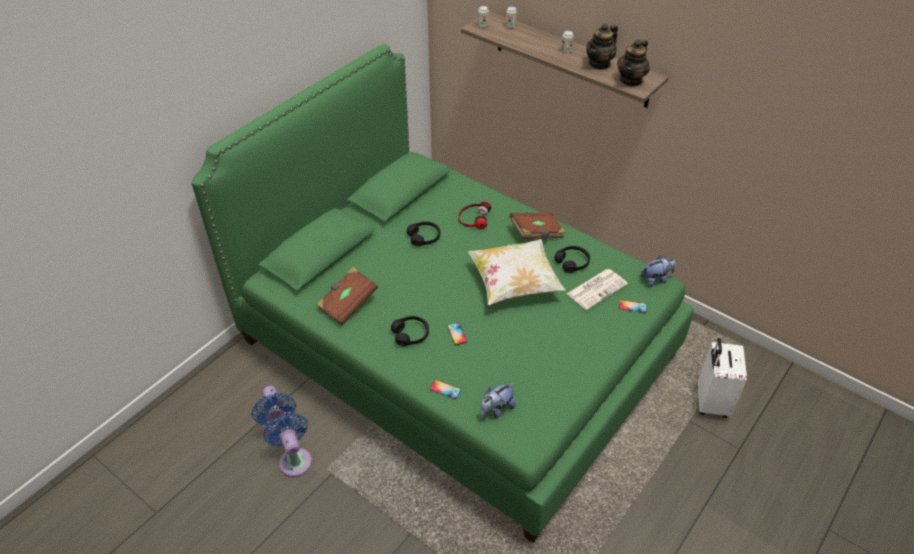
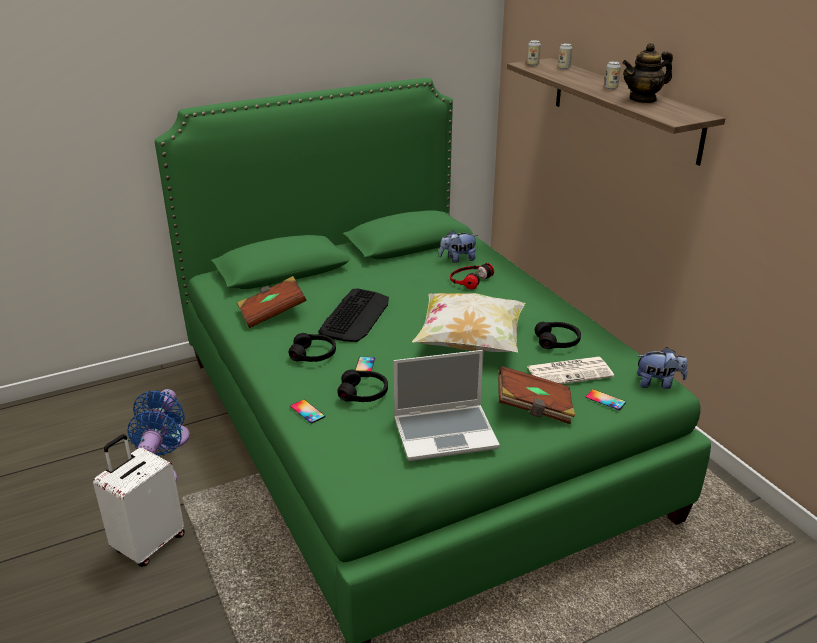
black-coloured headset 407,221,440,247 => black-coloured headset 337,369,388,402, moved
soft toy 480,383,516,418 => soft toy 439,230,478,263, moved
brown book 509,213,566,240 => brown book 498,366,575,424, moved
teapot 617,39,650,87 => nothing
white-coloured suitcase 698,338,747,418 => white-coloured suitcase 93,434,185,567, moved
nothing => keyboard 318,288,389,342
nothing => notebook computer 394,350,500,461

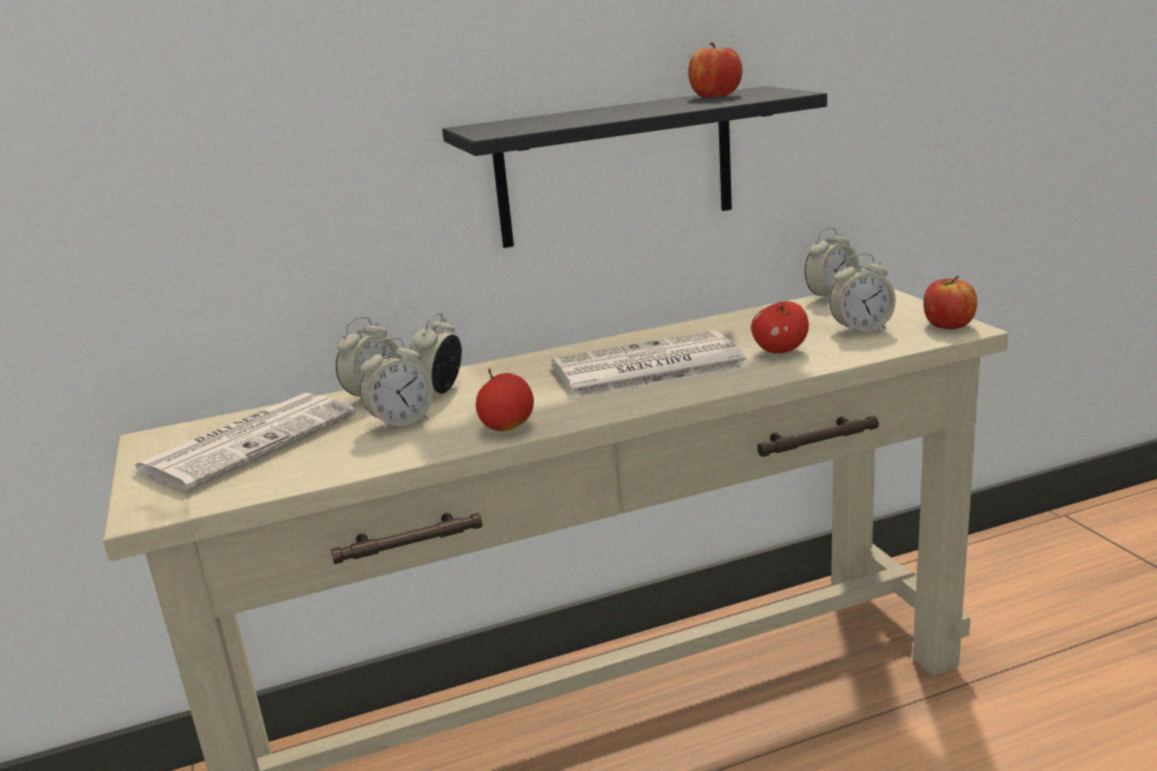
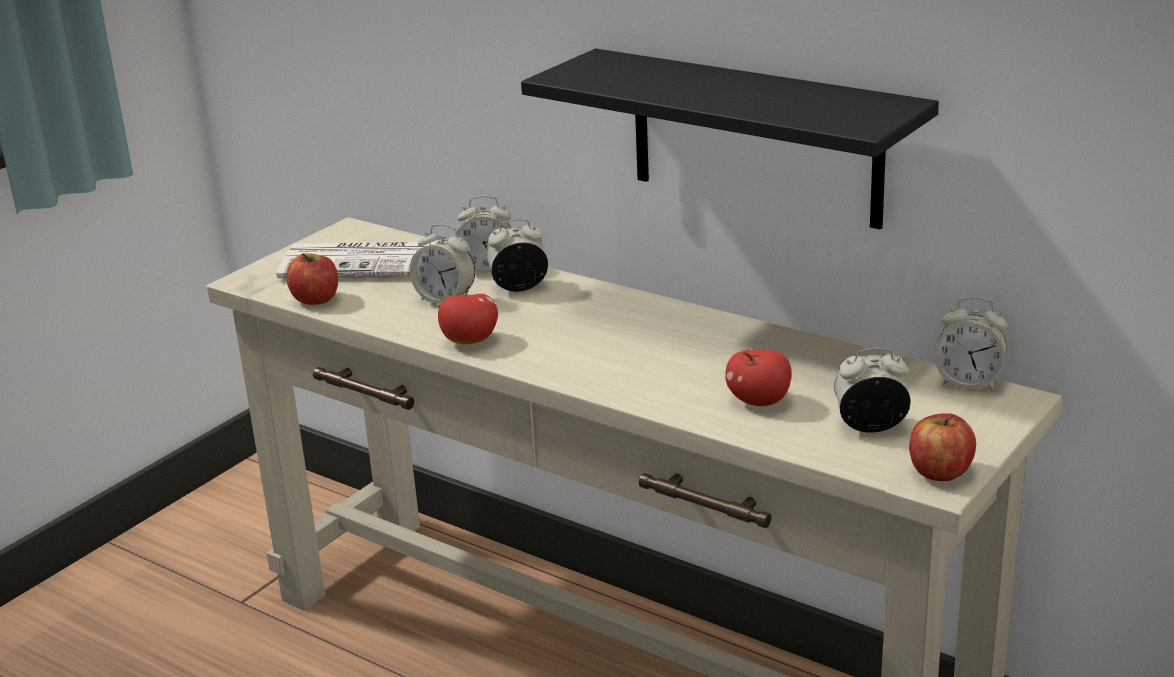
daily paper 552,330,749,398 => nothing
apple fruit 688,42,742,97 => apple fruit 286,253,338,305, moved
table clock 829,253,896,336 => table clock 834,347,911,433, 135 degrees clockwise

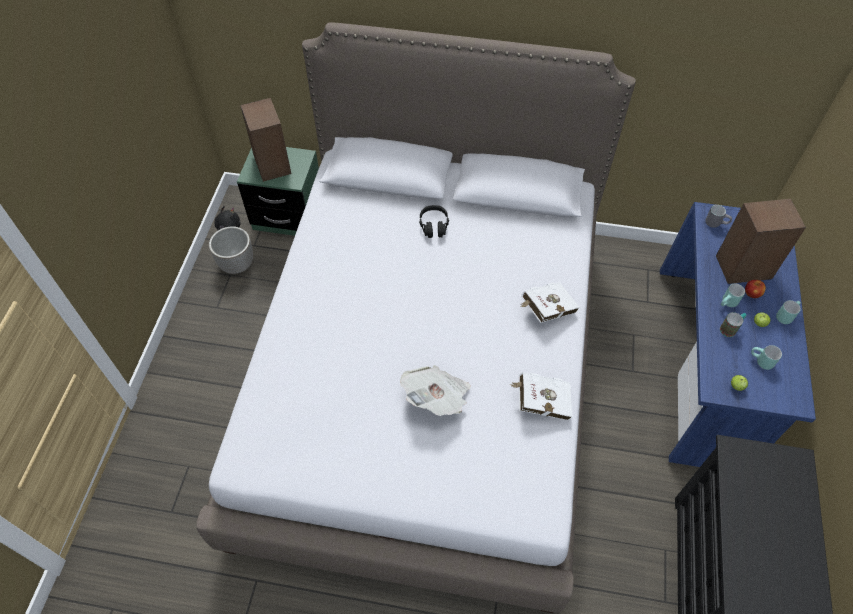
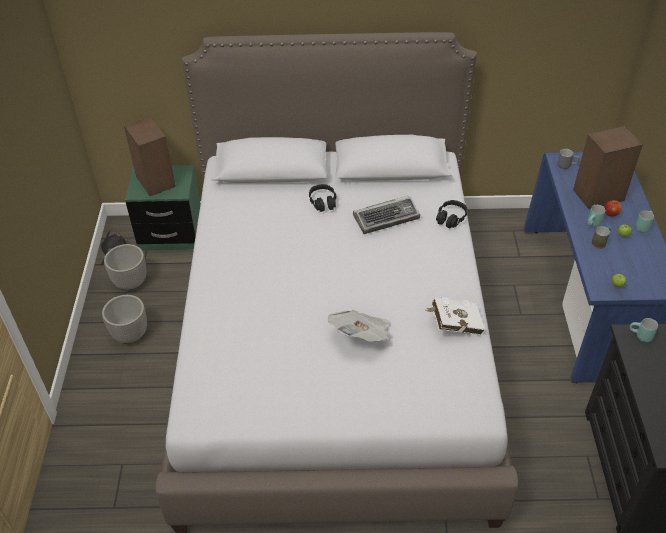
white-coloured book 520,282,580,323 => nothing
turquoise-coloured mug 751,345,782,370 => turquoise-coloured mug 630,318,658,342, moved
nothing => planter 102,295,147,343
nothing => keyboard 353,196,420,234
nothing => black-coloured headset 436,200,467,229

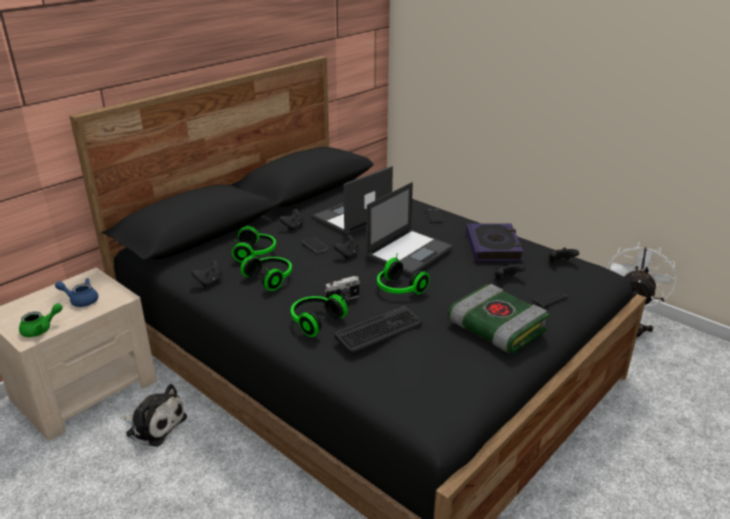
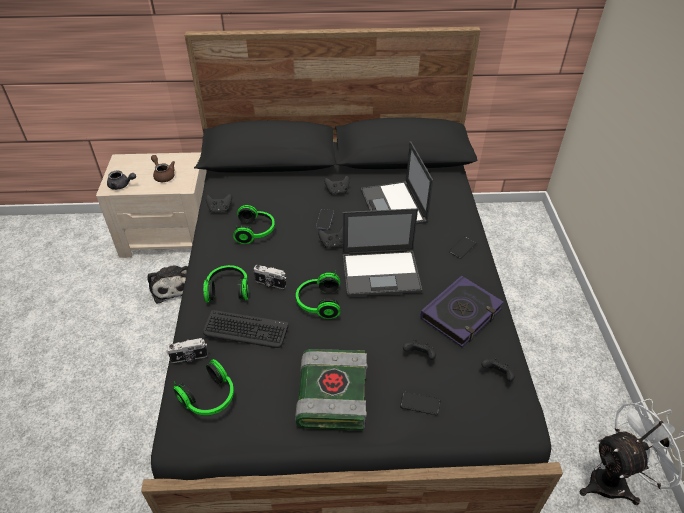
greenish teapot 19,303,63,337 => gray teapot 107,171,136,190
bluish teapot 55,278,98,307 => brown teapot 151,155,175,182
headset 232,226,276,263 => headset 173,359,234,416, moved
notebook computer 312,166,393,234 => notebook computer 361,141,433,224, 105 degrees counterclockwise
nothing => photo camera 167,338,208,363

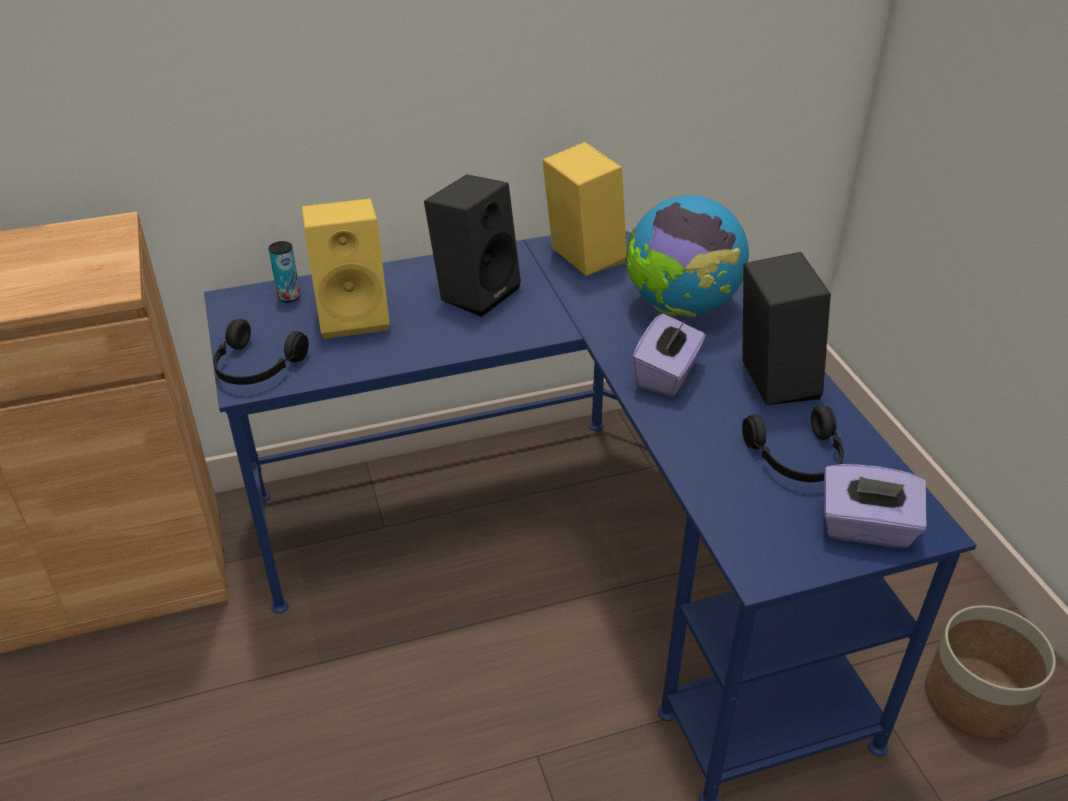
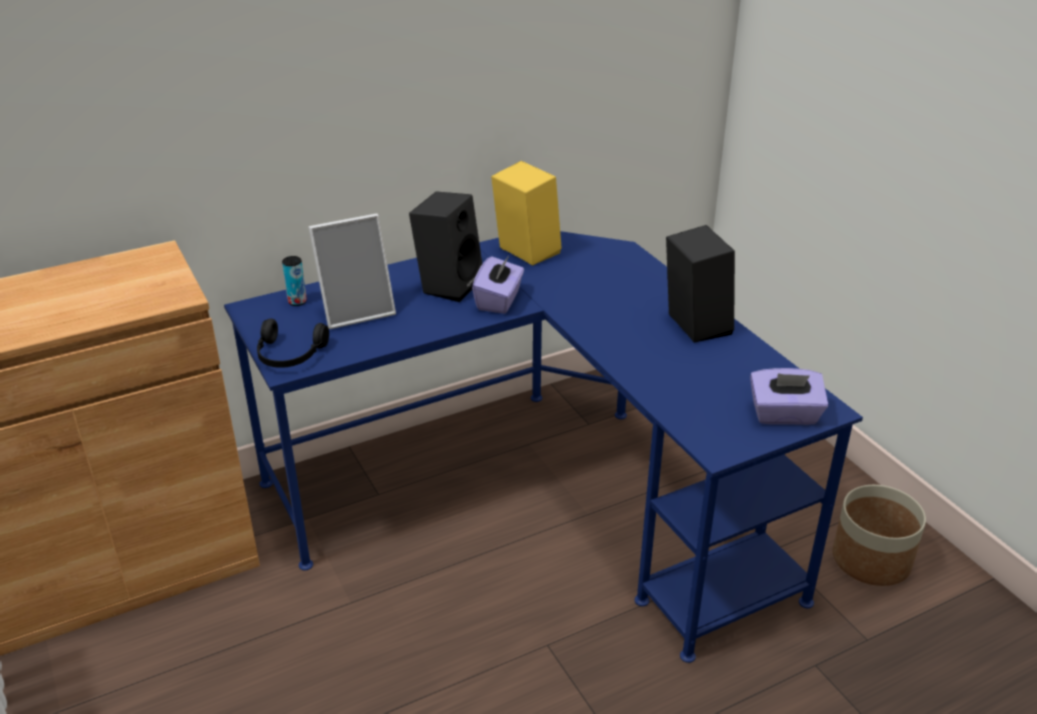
yellow-coloured audio speaker 301,198,390,339 => photo frame 308,214,396,329
desk globe 626,195,750,317 => nothing
purplish tissue box 632,313,705,397 => purplish tissue box 472,256,524,314, moved
black-coloured headset 742,405,844,482 => nothing

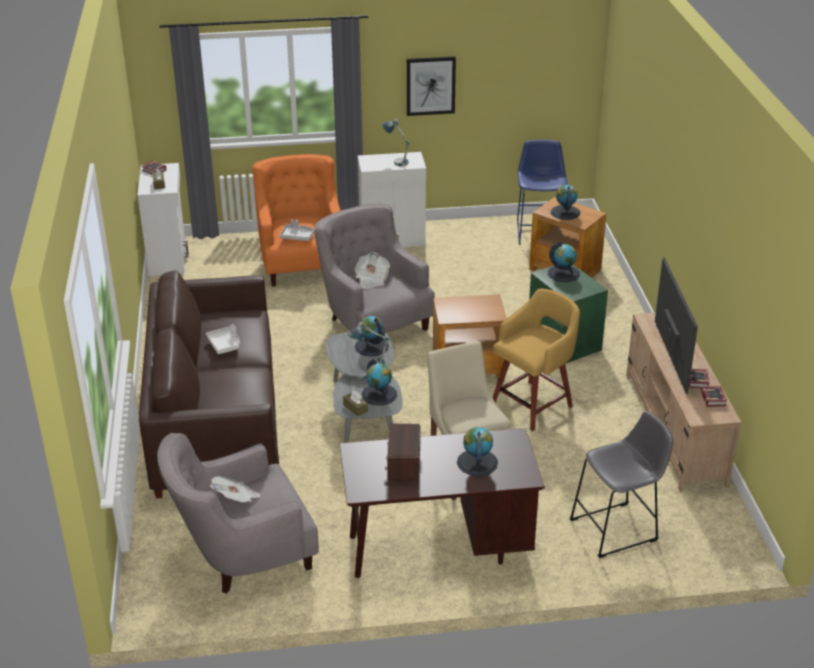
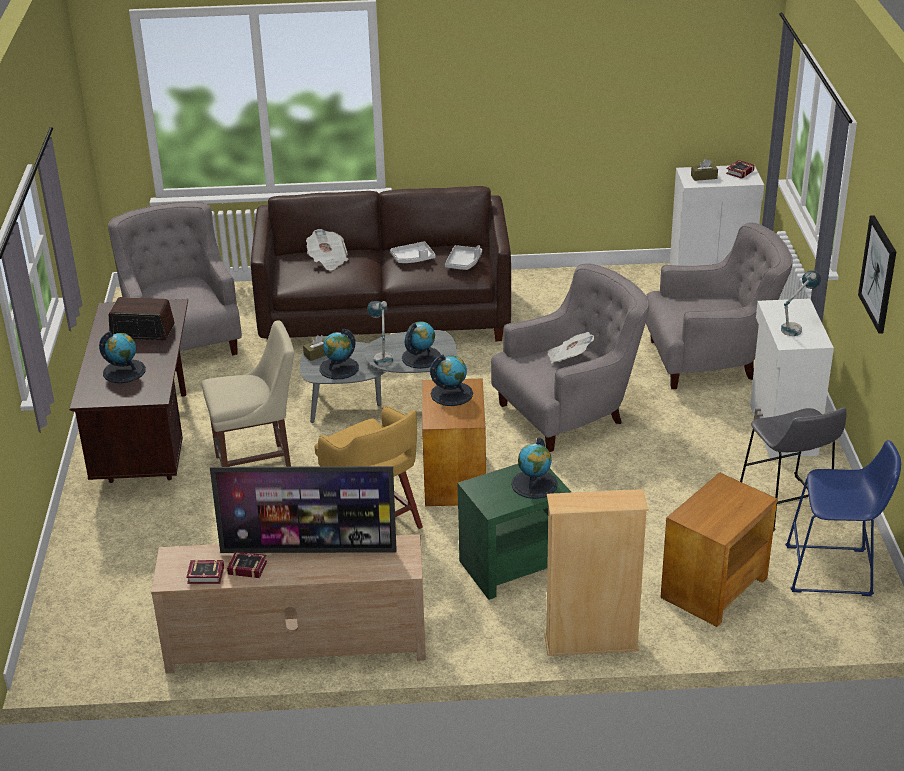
daily paper 210,476,261,503 => daily paper 306,229,348,271, moved
orange-coloured armchair 252,154,341,286 => gray armchair 646,222,792,389
gray serving tray 280,219,314,241 => gray serving tray 445,245,482,270, moved
desk globe 551,185,580,220 => desk globe 430,354,473,406, moved
gray stool 569,411,673,558 => gray stool 740,407,847,531, moved
nothing => beige-coloured bookcase 544,489,648,656

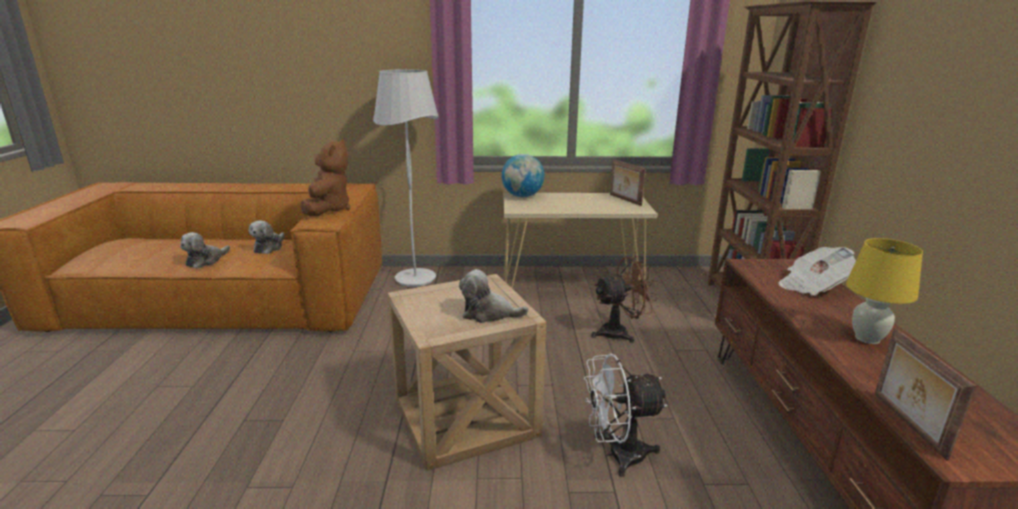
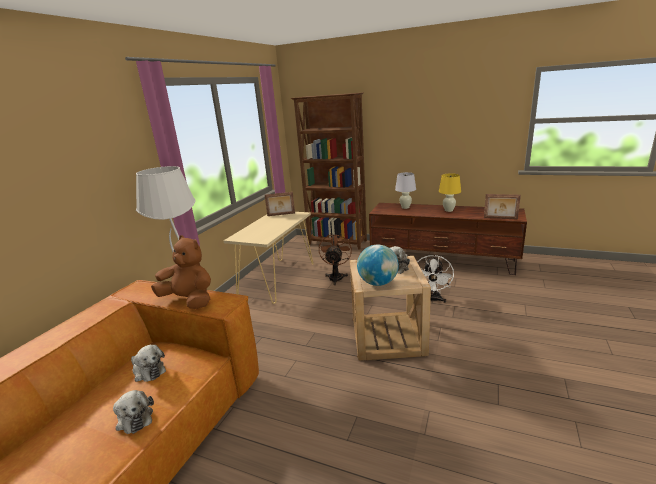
desk globe 502,154,545,197 => desk globe 357,245,399,286, moved
daily paper 778,247,856,296 => white-coloured tabletop lamp 395,172,416,209

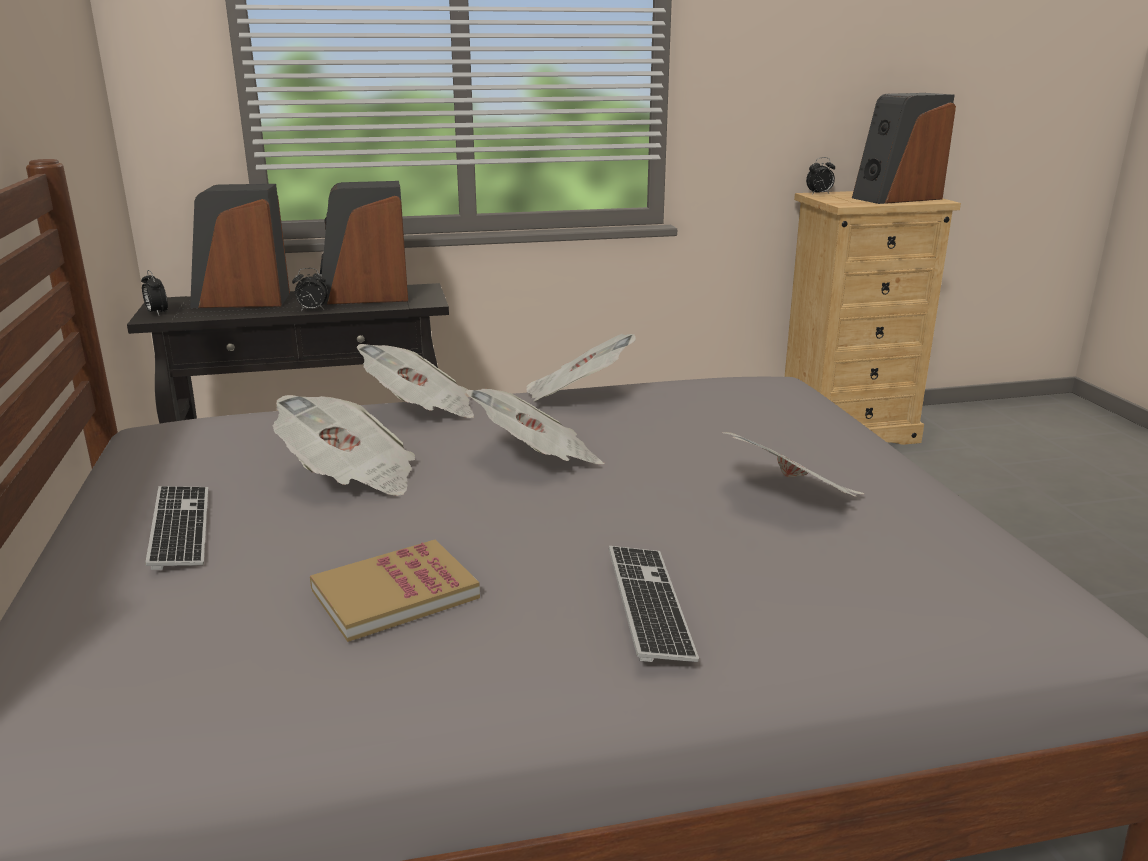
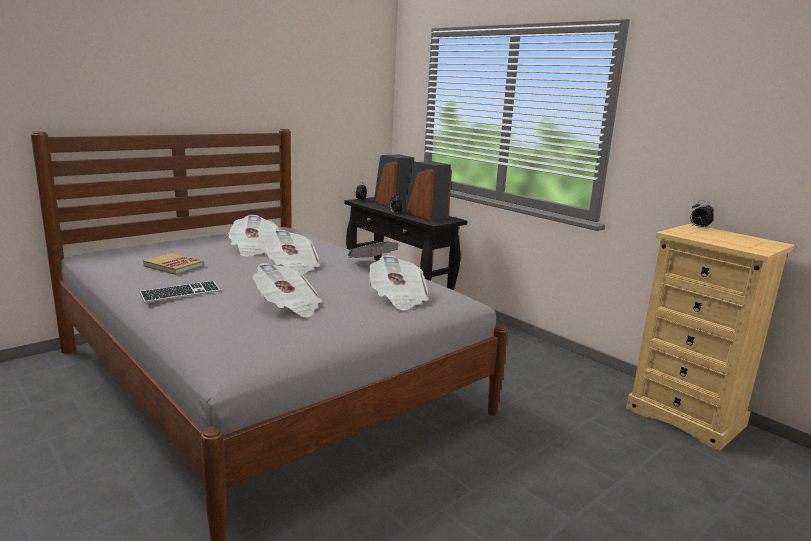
keyboard 145,486,208,570 => nothing
daily paper 357,344,474,418 => daily paper 369,255,429,310, moved
audio speaker 852,93,956,204 => nothing

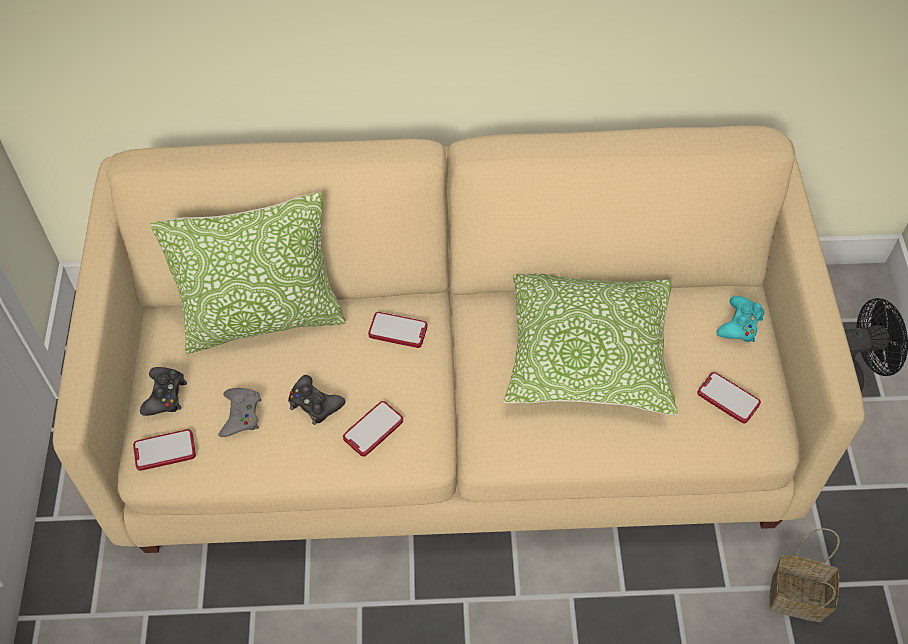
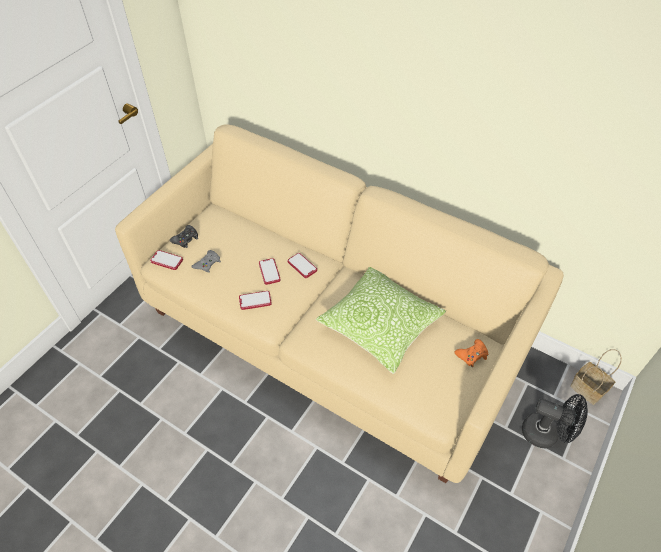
throw pillow 150,191,346,354 => nothing
black-coloured game controller 288,375,346,425 => nothing
phone 697,372,761,424 => phone 259,258,281,285, moved
turquoise-coloured game controller 716,296,764,342 => orange-coloured game controller 454,339,488,367
storage basket 769,528,840,622 => storage basket 570,349,622,405, moved

